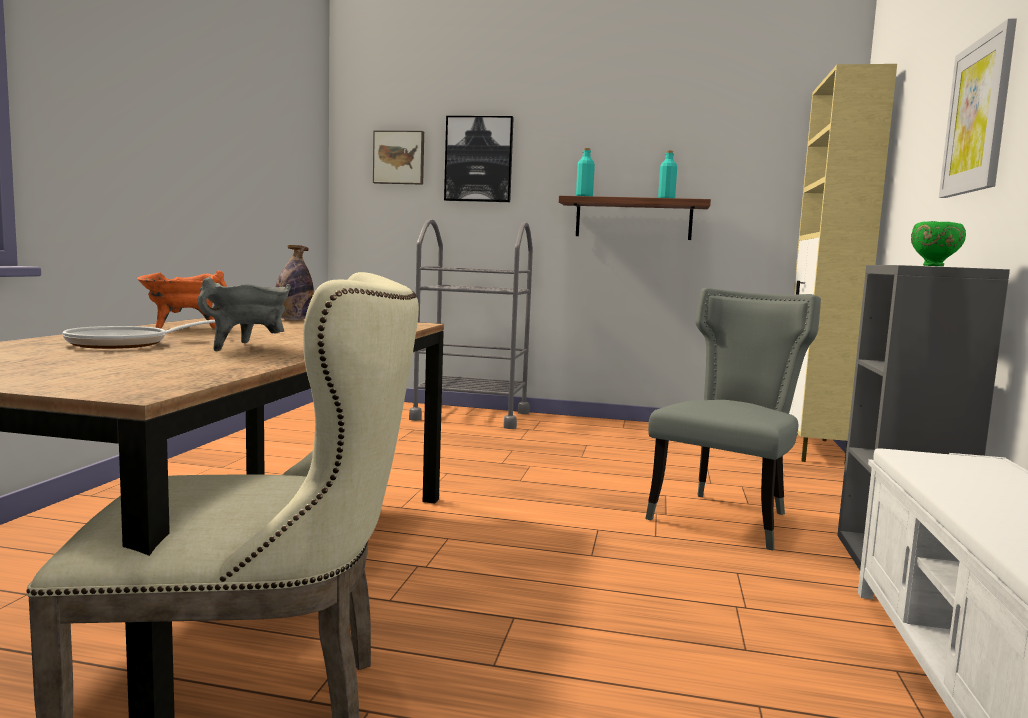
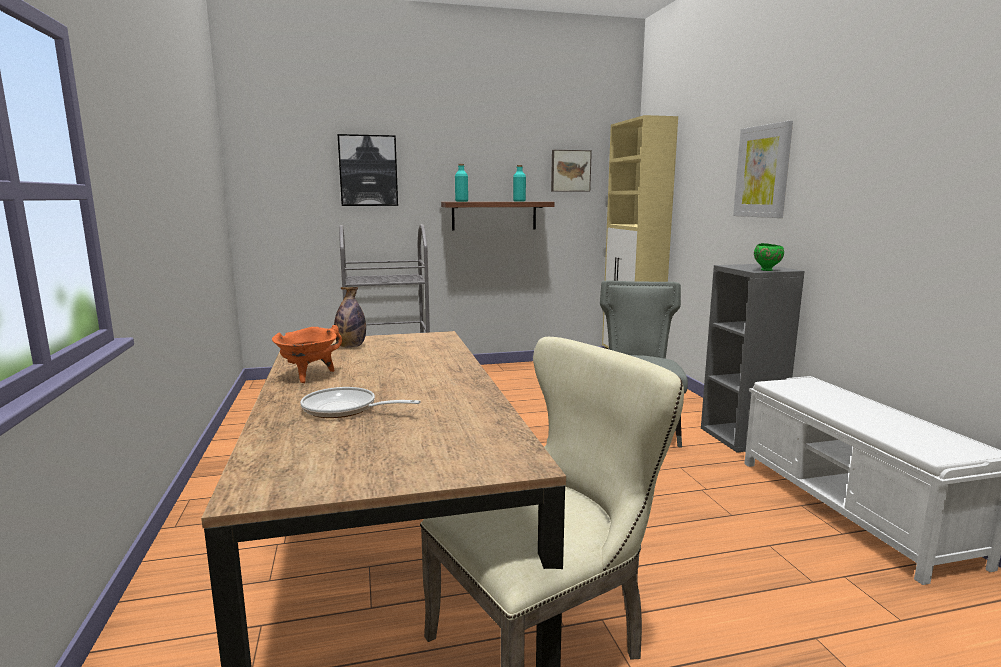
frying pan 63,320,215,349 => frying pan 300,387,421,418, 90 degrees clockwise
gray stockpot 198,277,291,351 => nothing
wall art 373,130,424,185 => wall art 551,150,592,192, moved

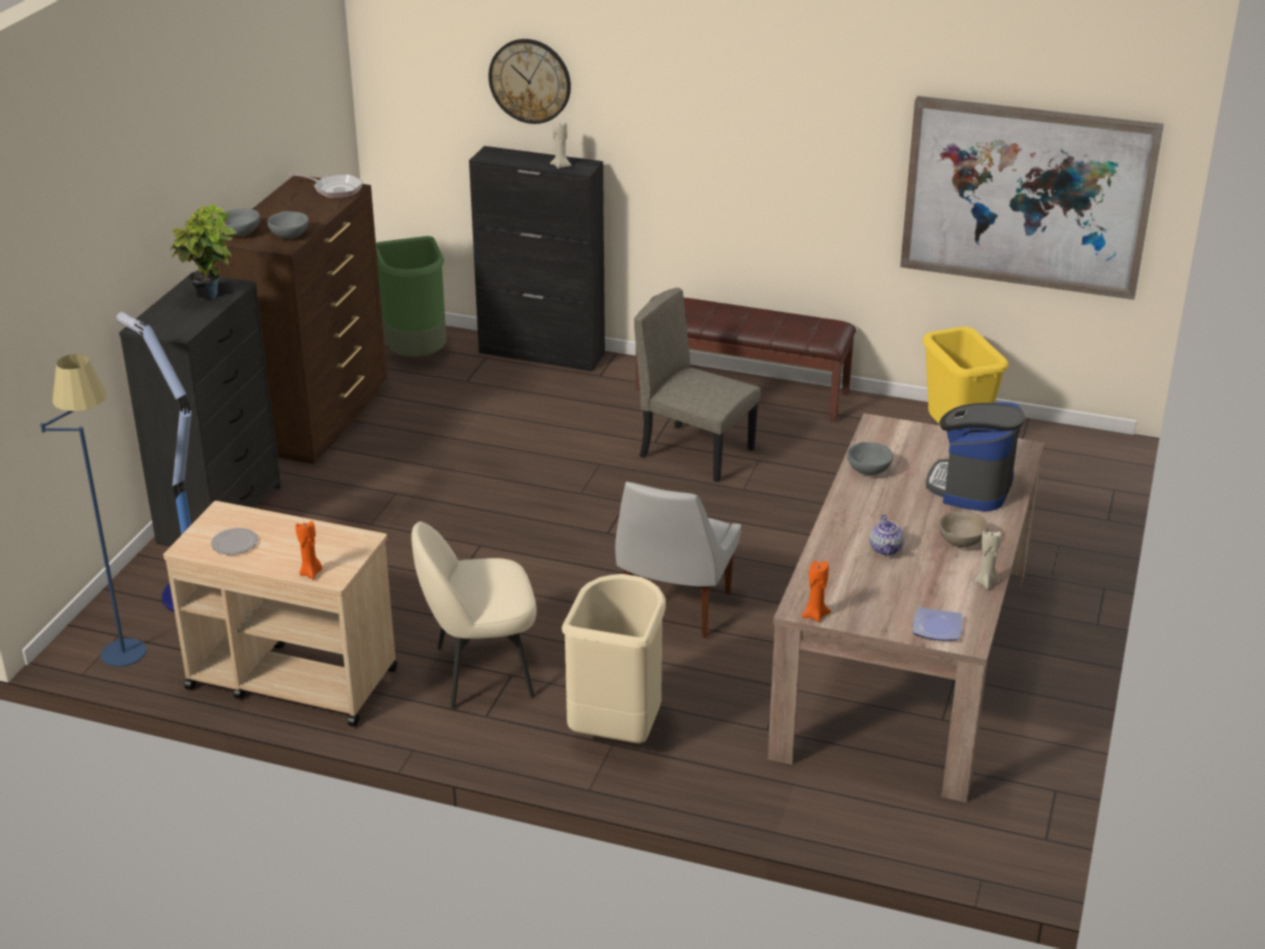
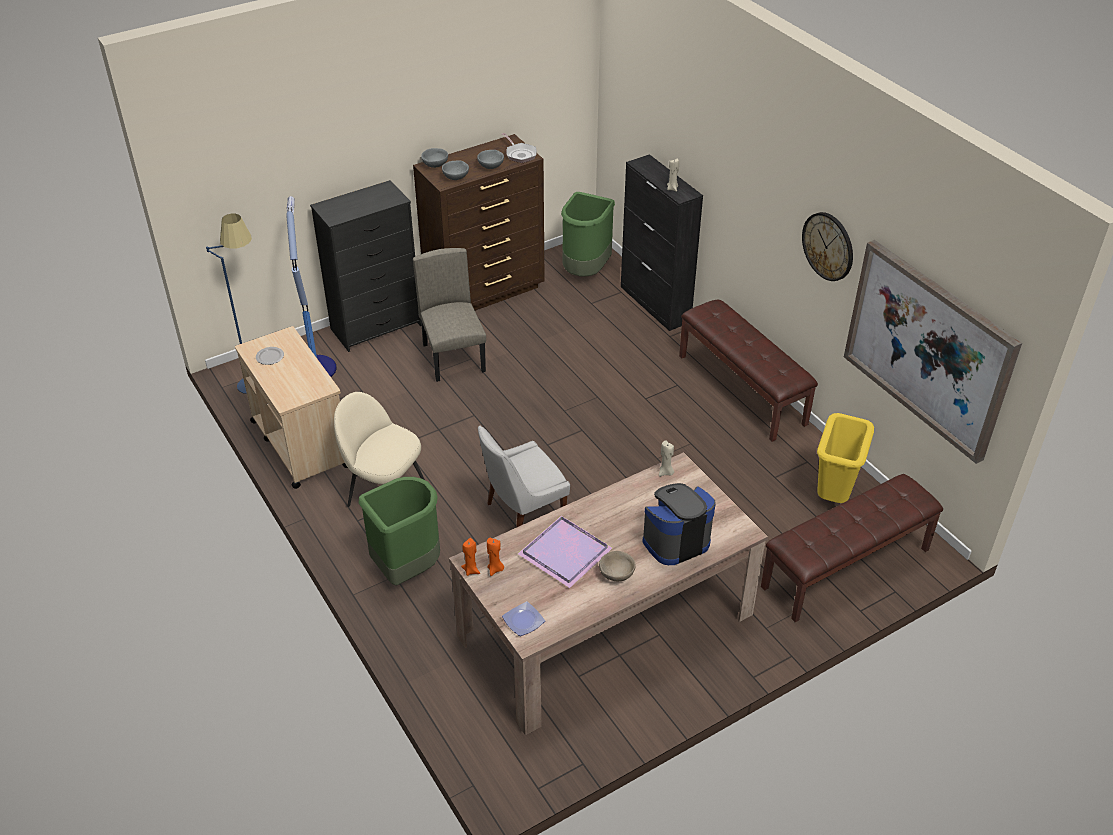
potted plant 170,204,237,299 => nothing
orange-coloured wax candle 296,521,322,580 => orange-coloured wax candle 487,538,504,576, moved
wall clock 488,39,571,124 => wall clock 802,212,853,281, moved
beige-coloured waste bin 561,574,666,743 => greenish waste bin 359,477,440,585
beige-coloured upright chair 634,288,761,482 => beige-coloured upright chair 413,248,486,382, moved
gray bowl 847,442,893,475 => gray bowl 477,150,504,169, moved
teapot 869,514,904,556 => purplish serving tray 517,516,613,588
beige-coloured wax candle 975,530,1001,590 => beige-coloured wax candle 659,441,674,477, moved
nothing => brown bench 761,474,943,622

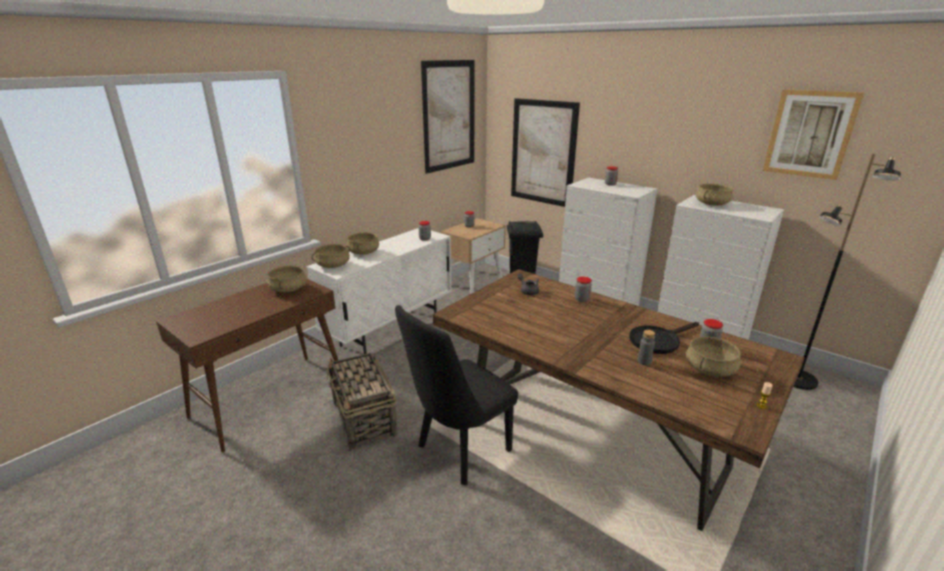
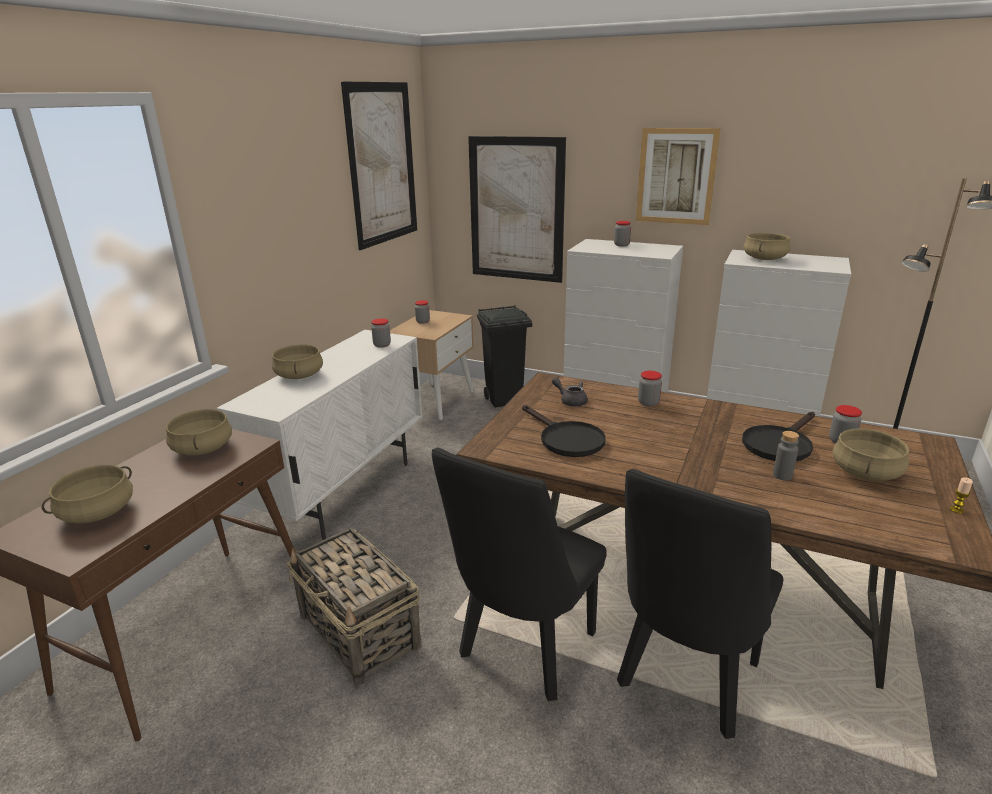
beige-coloured stockpot 312,244,350,268 => beige-coloured stockpot 42,465,133,523, moved
wall art 763,90,864,180 => wall art 636,128,721,225, moved
nothing => black-coloured frying pan 522,405,606,457
nothing => black-coloured upright chair 617,469,783,739

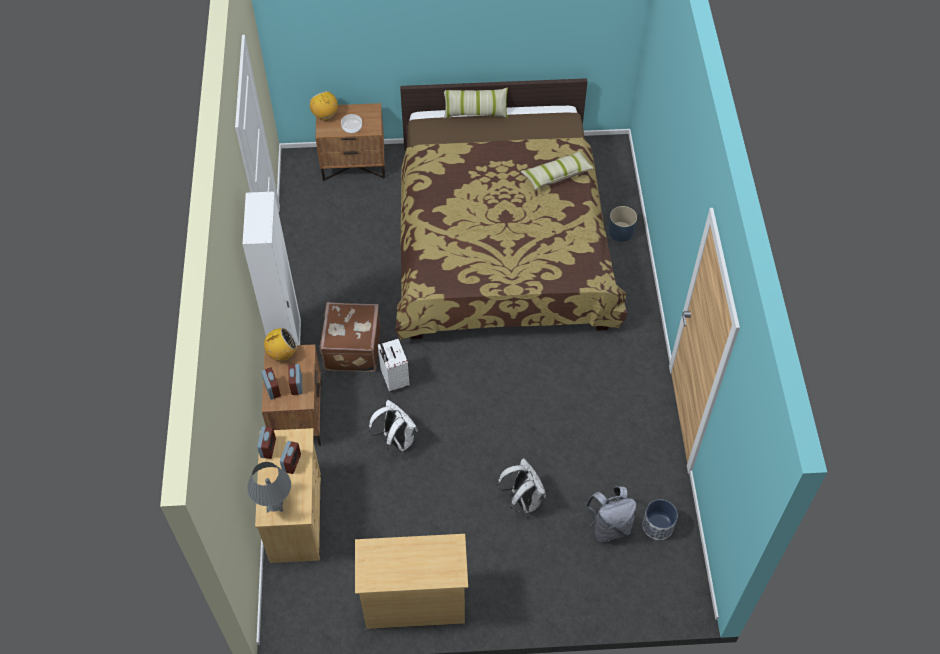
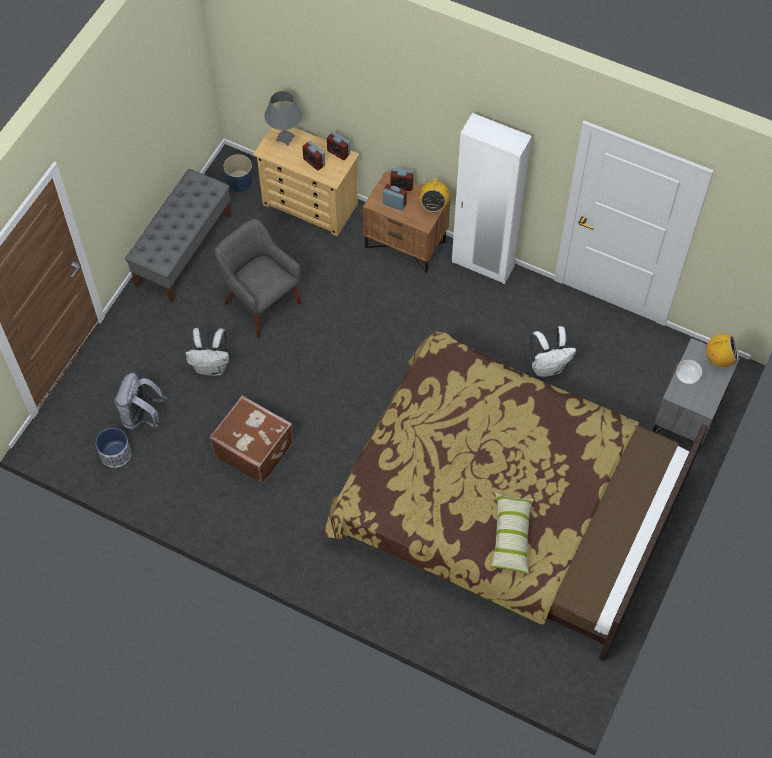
brown bedside table 316,103,385,181 => gray bedside table 653,338,740,445
brown suitcase 319,302,381,372 => brown suitcase 210,395,293,484, moved
beige-coloured dresser 355,534,468,629 => gray bench 125,169,231,303
white-coloured backpack 369,400,418,453 => white-coloured backpack 530,326,576,377, moved
white-coloured suitcase 378,339,410,392 => nothing
throw pillow 444,87,508,118 => nothing
bluish planter 608,206,637,242 => bluish planter 223,154,253,192, moved
nothing => gray armchair 215,219,301,338

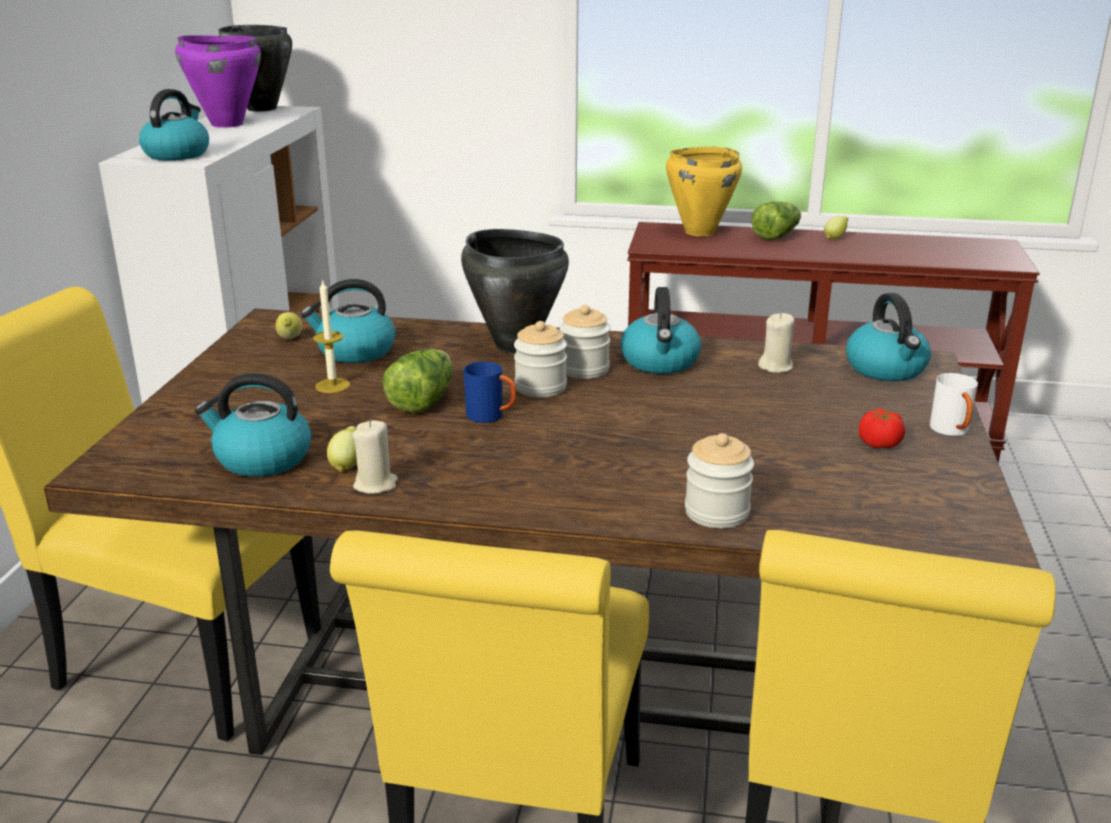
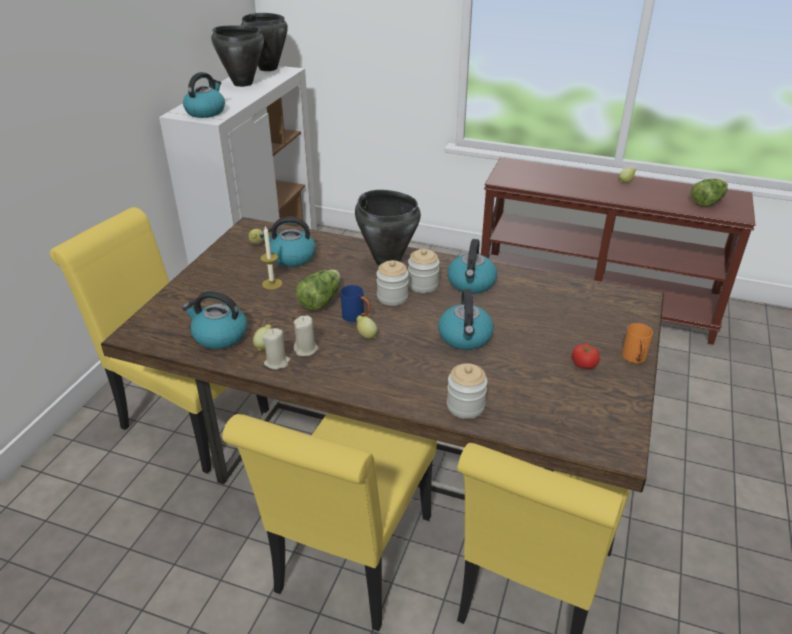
purplish stockpot 175,35,261,128 => black-coloured stockpot 211,26,264,87
yellow-coloured stockpot 666,147,742,236 => nothing
lettuce 752,201,801,240 => lettuce 691,179,728,207, moved
beige-coloured wax candle 758,313,795,373 => beige-coloured wax candle 294,315,319,356, moved
kettle 846,293,931,381 => kettle 438,289,494,350, moved
white-coloured mug 930,373,978,436 => orange-coloured mug 622,323,653,363
nothing => citrus fruit 356,315,377,339

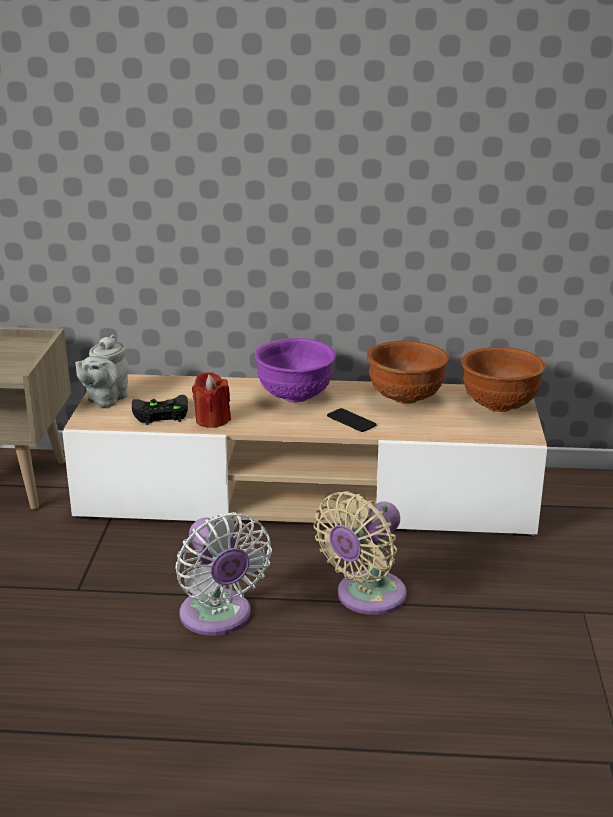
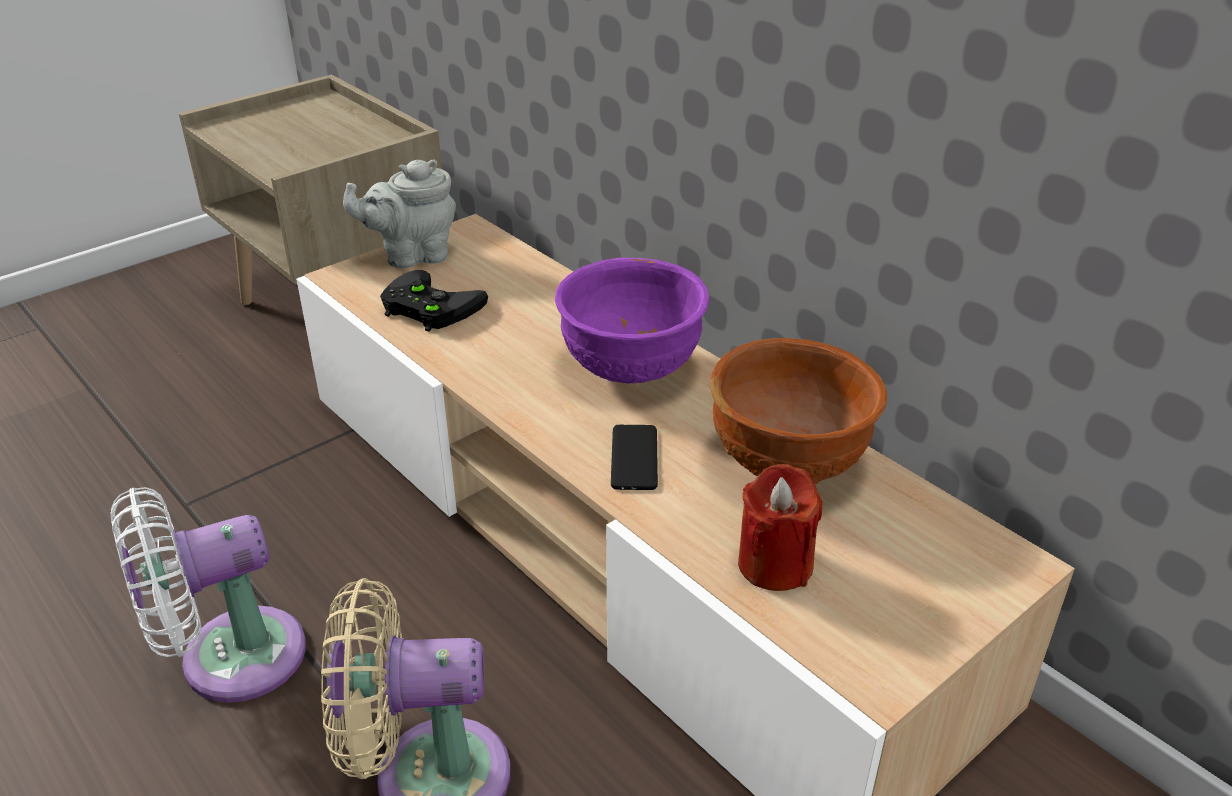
white-coloured cooling fan 175,512,272,636 => white-coloured cooling fan 111,487,306,703, 45 degrees clockwise
red-coloured wax candle 192,372,231,428 => red-coloured wax candle 738,464,822,591, moved
brown bowl 461,347,546,412 => nothing

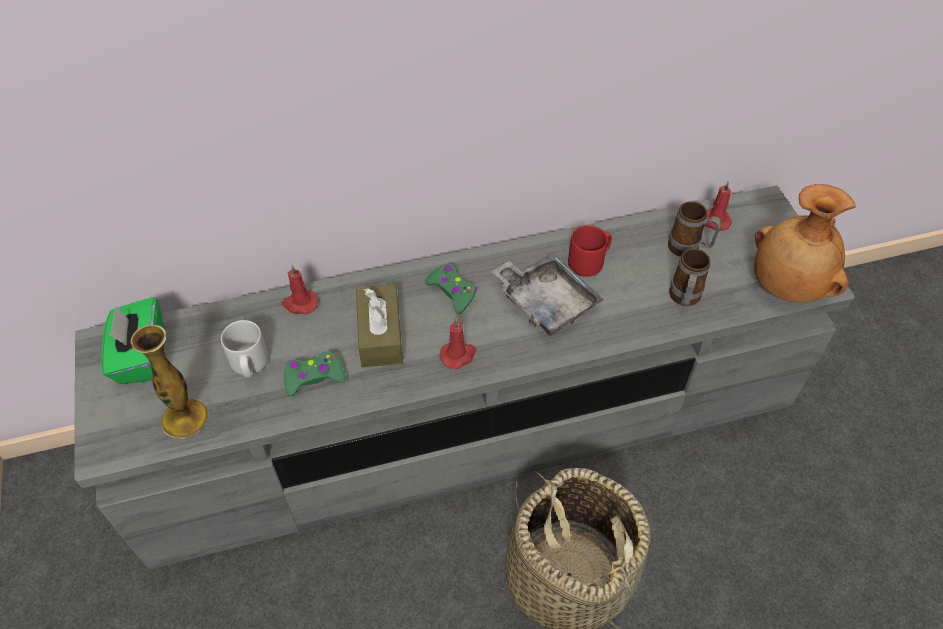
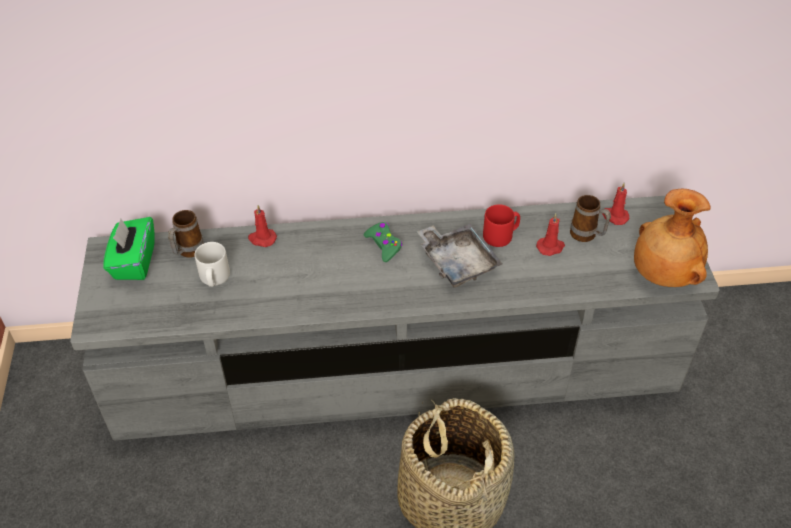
vase 130,325,208,438 => nothing
greenish game controller 284,351,346,396 => nothing
brown tissue box 356,284,403,367 => nothing
red-coloured wax candle 439,318,476,369 => red-coloured wax candle 536,214,565,256, moved
mug 669,248,710,306 => mug 168,210,204,257, moved

